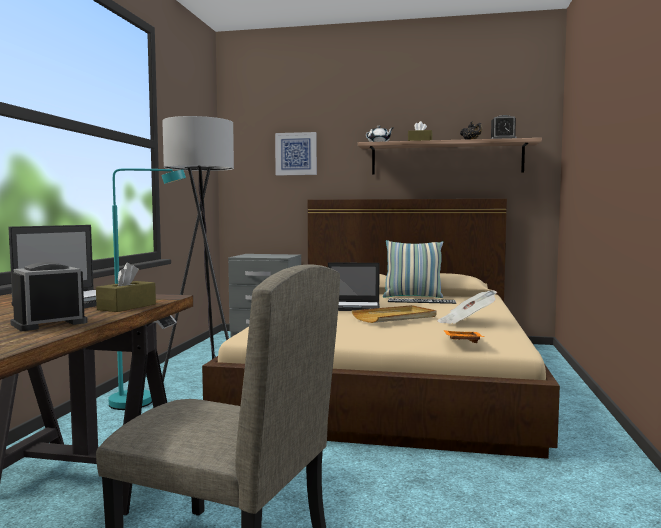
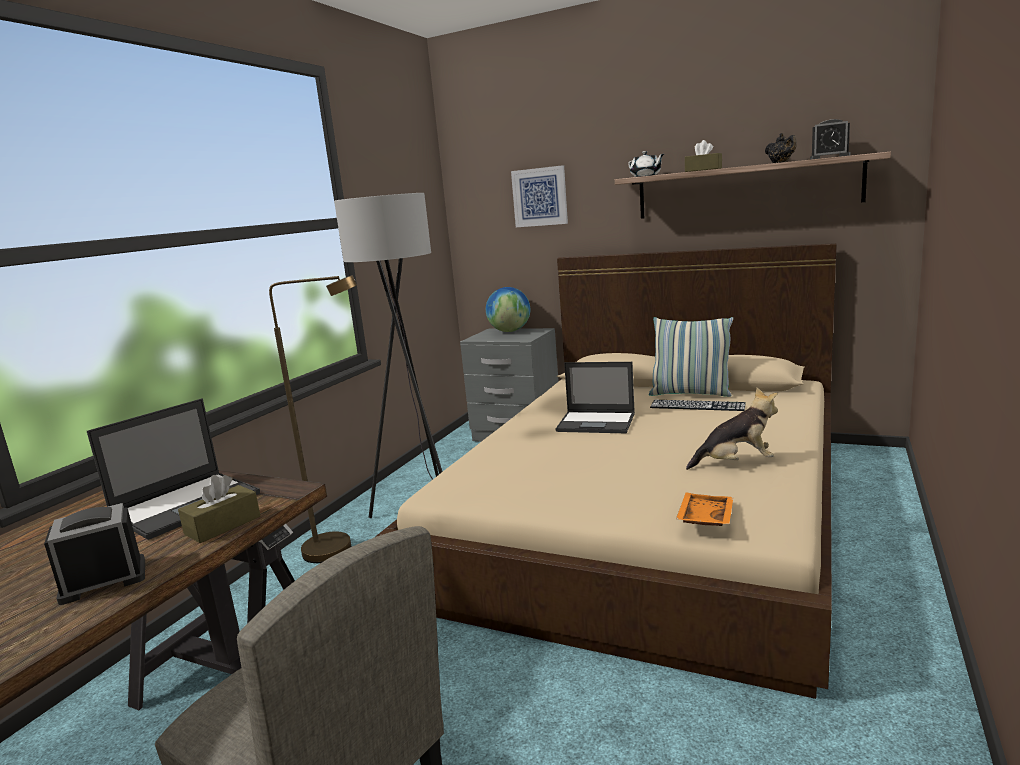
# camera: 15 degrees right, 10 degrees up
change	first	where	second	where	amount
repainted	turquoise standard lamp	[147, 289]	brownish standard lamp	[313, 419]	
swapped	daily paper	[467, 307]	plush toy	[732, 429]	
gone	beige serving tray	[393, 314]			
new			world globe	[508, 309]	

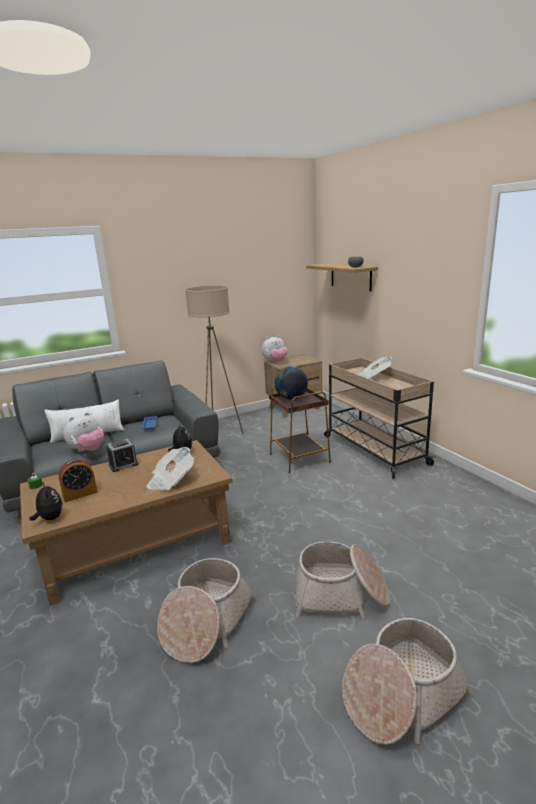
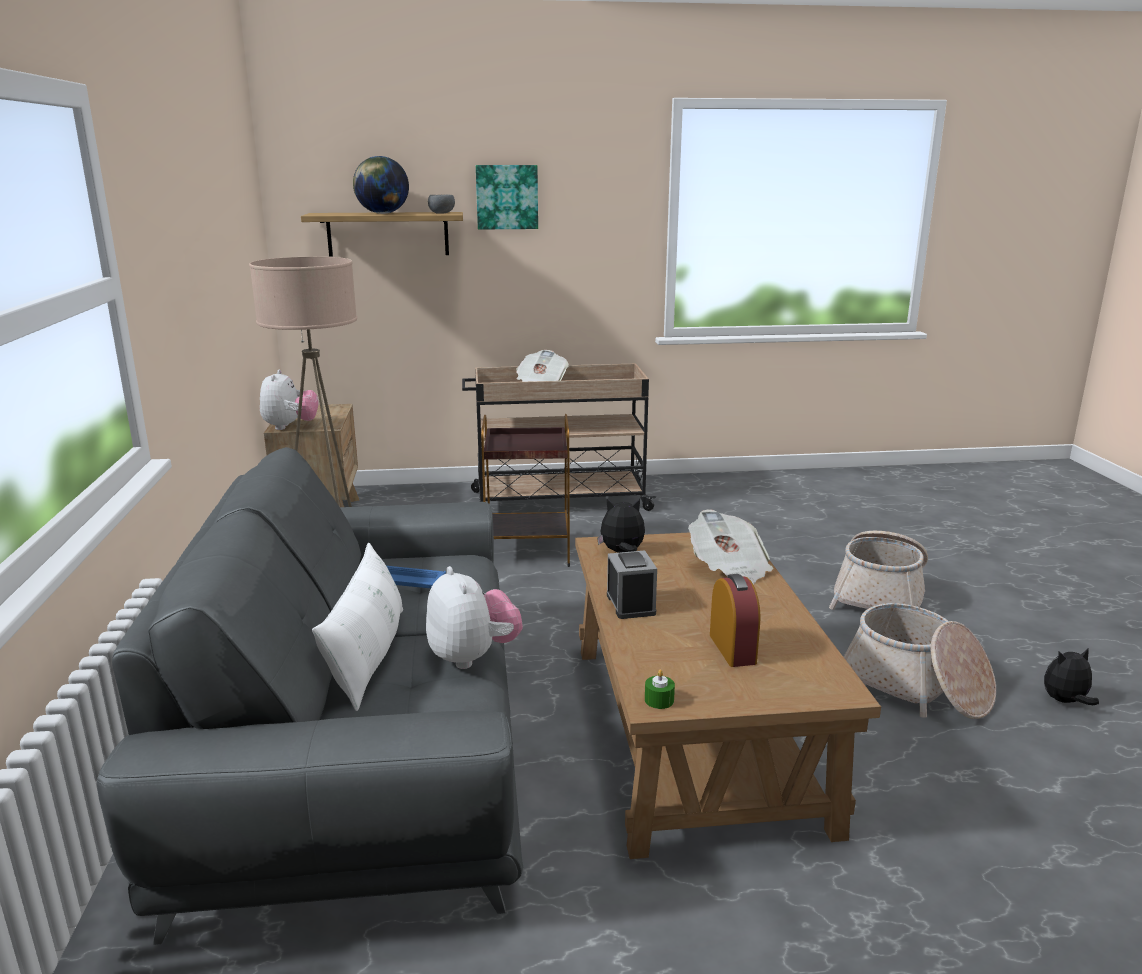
# camera: 70 degrees left, 0 degrees up
change	first	where	second	where	amount
shifted	world globe	[291, 382]		[381, 185]	
shifted	plush toy	[46, 501]		[1071, 676]	
gone	basket	[407, 681]			
new			wall art	[507, 197]	

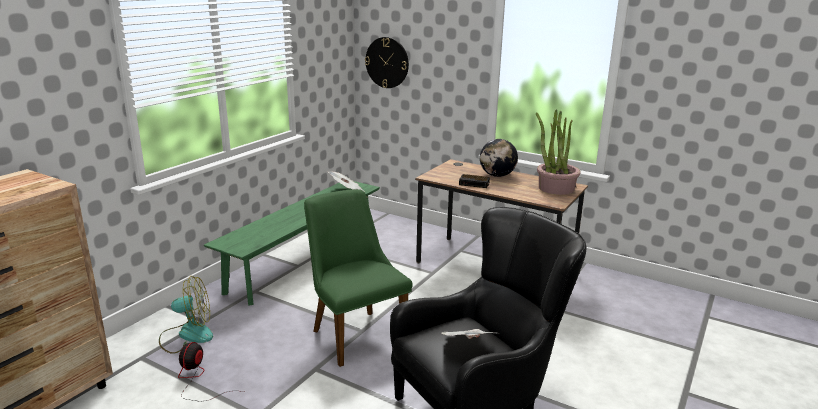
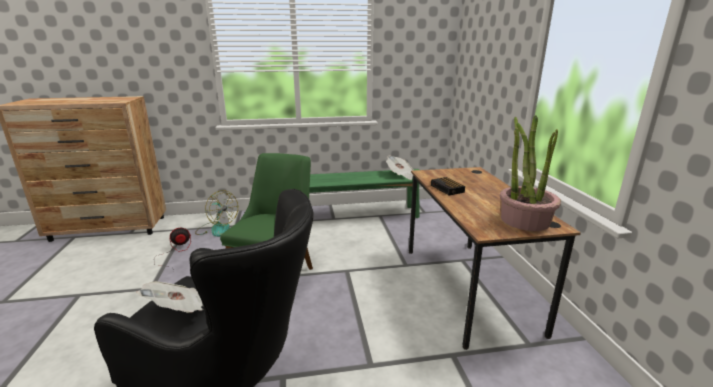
# camera: 50 degrees right, 0 degrees up
change	first	where	second	where	amount
gone	wall clock	[387, 62]			
gone	world globe	[499, 158]			

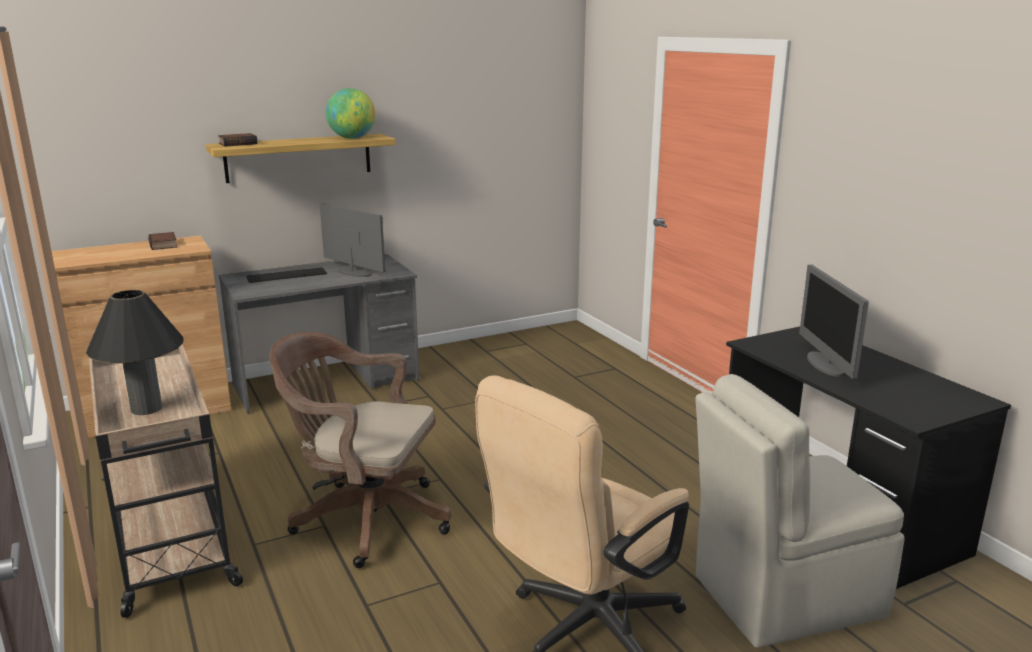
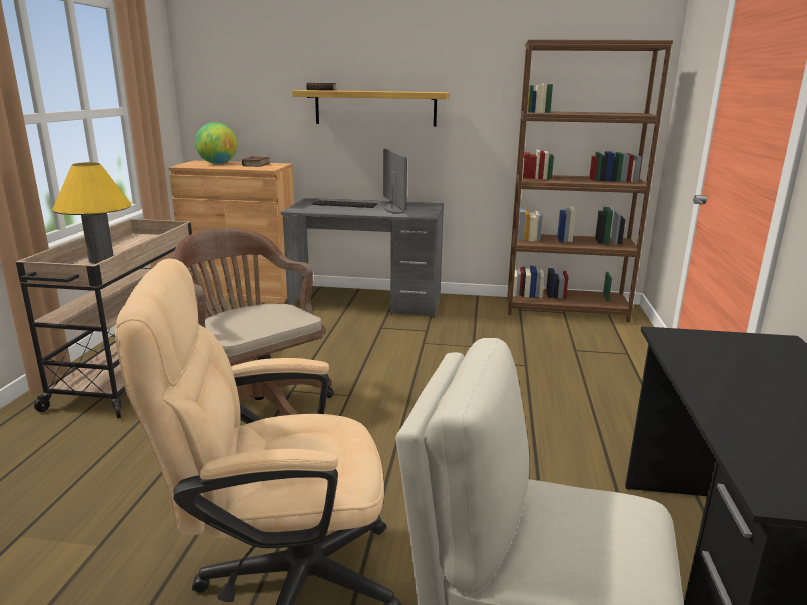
# camera: 35 degrees right, 0 degrees up
change	first	where	second	where	amount
shifted	world globe	[351, 113]		[216, 143]	
gone	computer display	[834, 322]			
repainted	black-coloured lamp for a table	[135, 352]	yellowish lamp for a table	[91, 213]	
new			brownish bookshelf	[590, 180]	

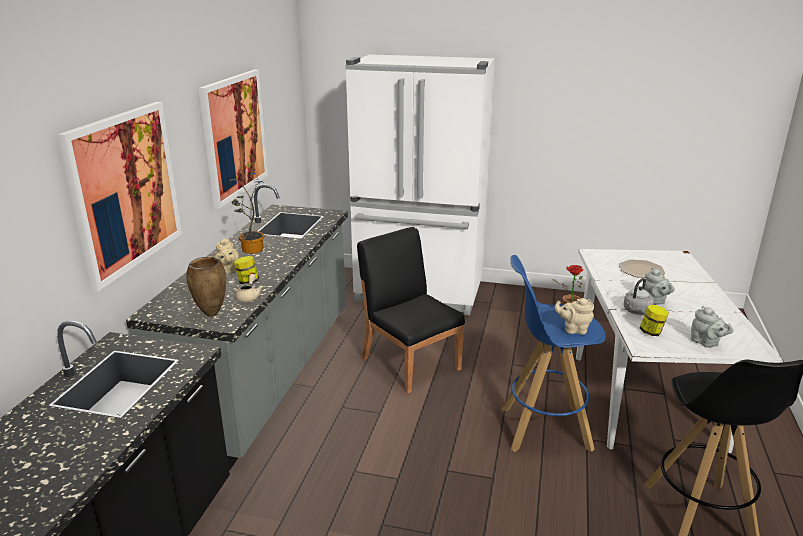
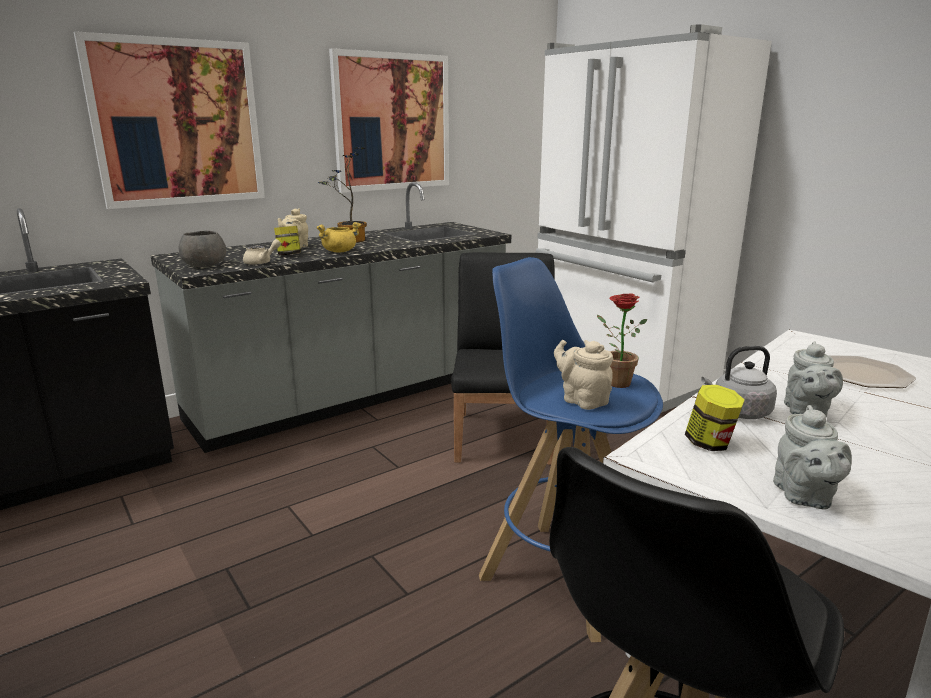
# camera: 40 degrees right, 5 degrees down
change	first	where	second	where	amount
swapped	brownish vase	[206, 287]	greyish serving bowl	[202, 249]	
new			yellowish stockpot	[338, 237]	

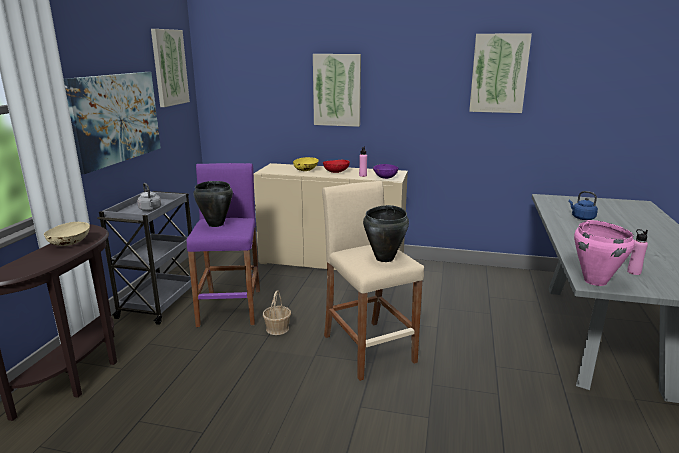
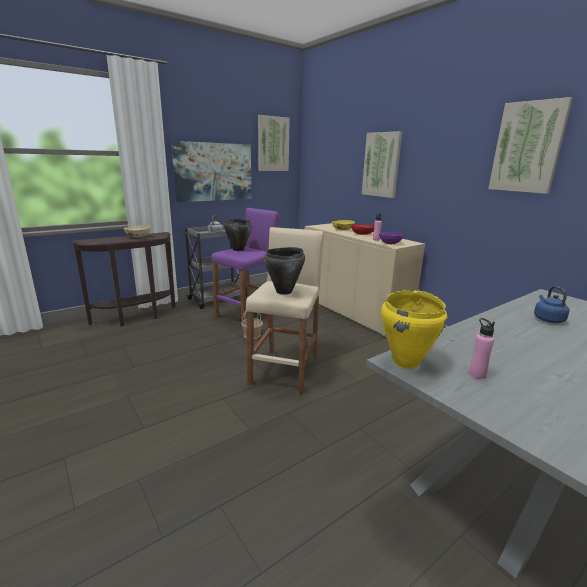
# camera: 40 degrees right, 0 degrees up
change	first	where	second	where	amount
repainted	pinkish stockpot	[604, 253]	yellowish stockpot	[414, 329]	

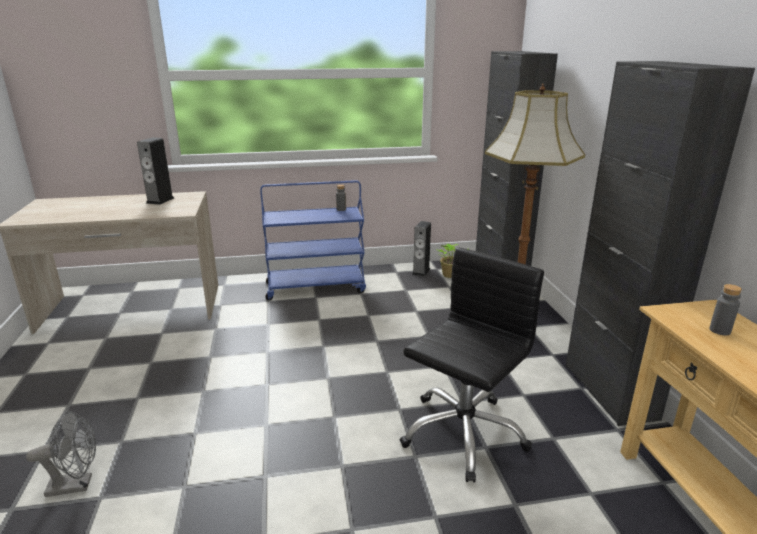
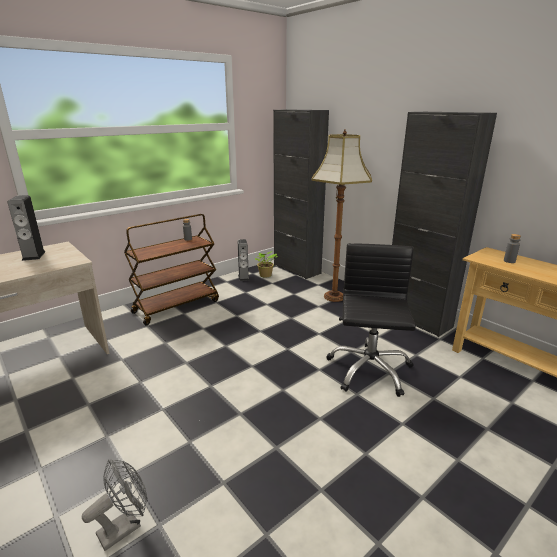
# camera: 30 degrees left, 0 degrees up
change	first	where	second	where	amount
repainted	bluish cart	[313, 240]	brownish cart	[171, 270]	

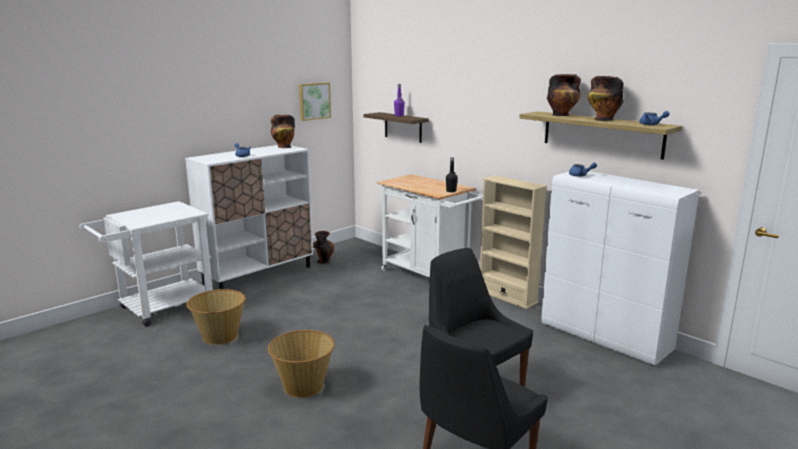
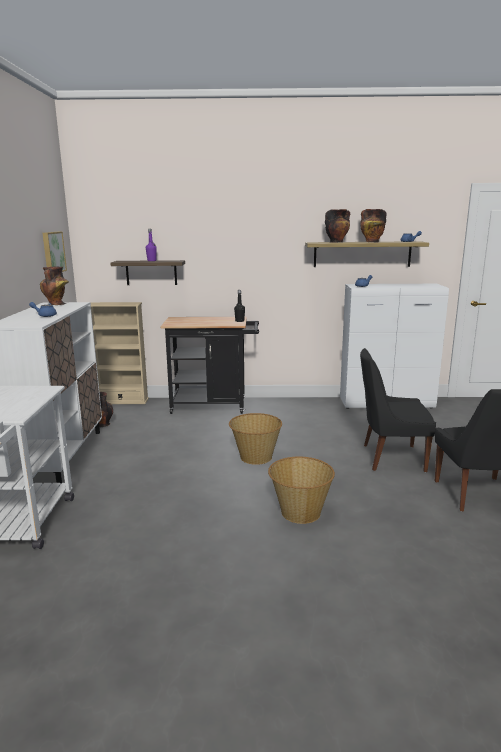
# camera: 45 degrees left, 0 degrees up
change	first	where	second	where	amount
repainted	white-coloured cart	[430, 226]	black-coloured cart	[209, 365]	
shifted	beige bookshelf	[513, 242]		[120, 353]	
shifted	basket	[215, 317]		[255, 439]	

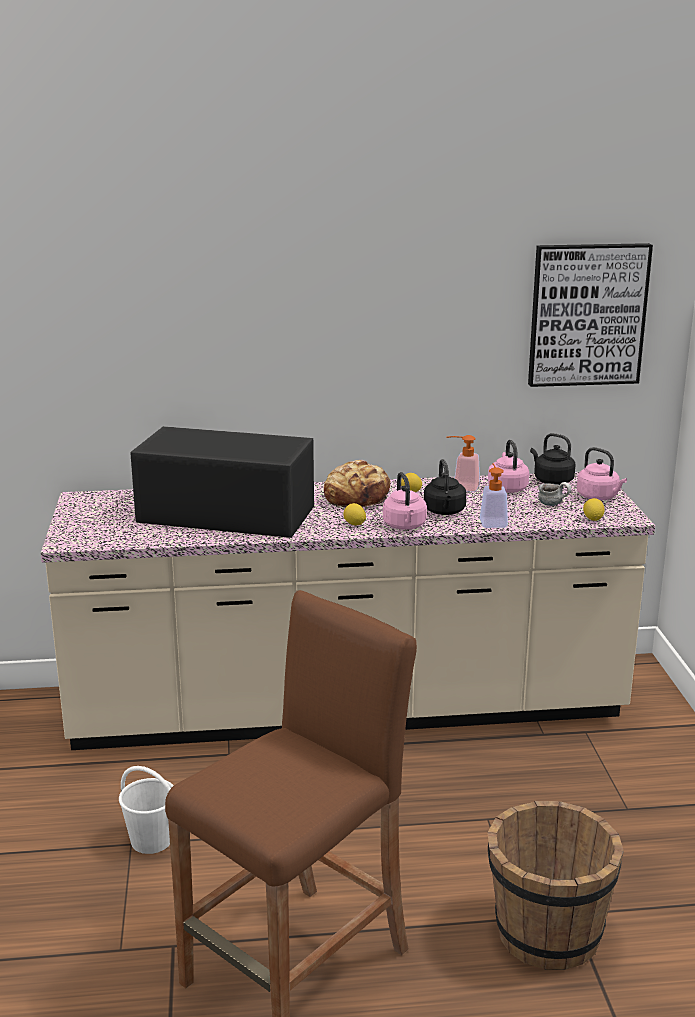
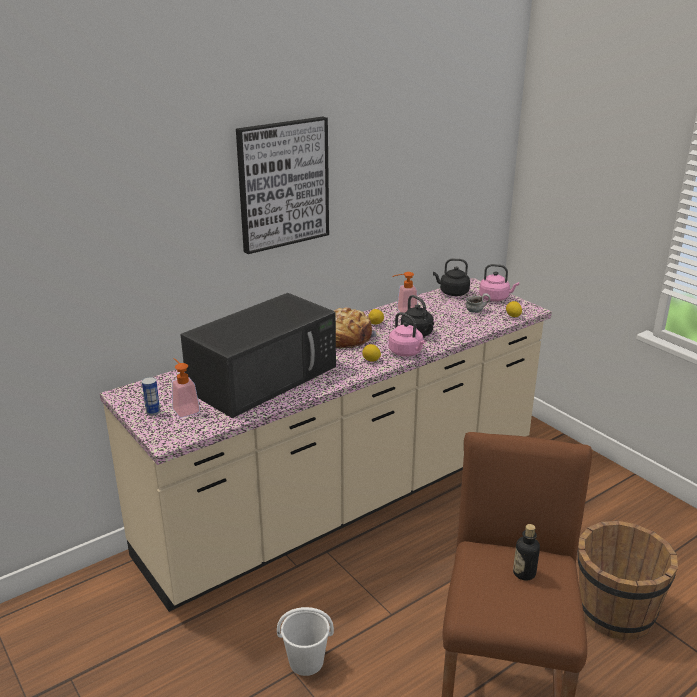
# camera: 30 degrees left, 5 degrees up
change	first	where	second	where	amount
shifted	wall art	[590, 315]		[282, 185]	
rotated	black-coloured microwave oven	[222, 482]		[258, 355]	150 degrees clockwise
gone	pinkish tea kettle	[508, 466]			
shifted	liquid soap bottle	[494, 495]		[186, 388]	
new			metal can	[151, 396]	
new			beverage bottle	[526, 552]	

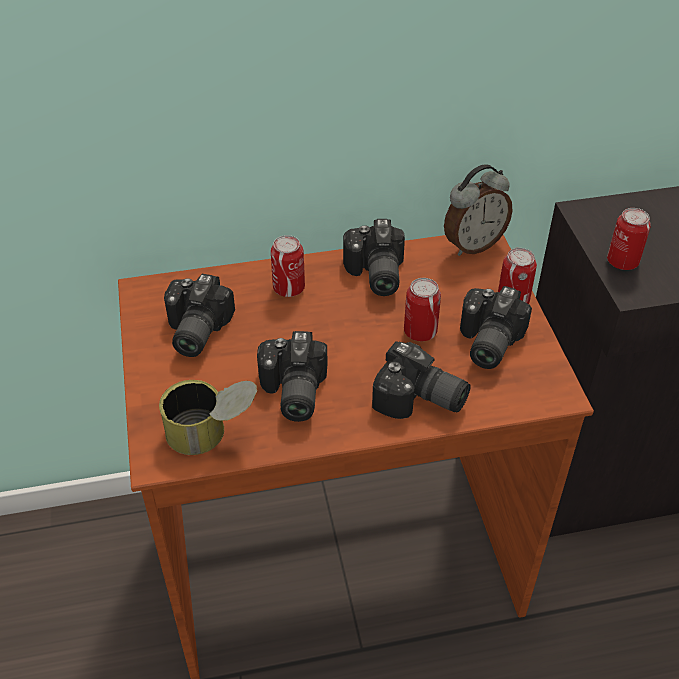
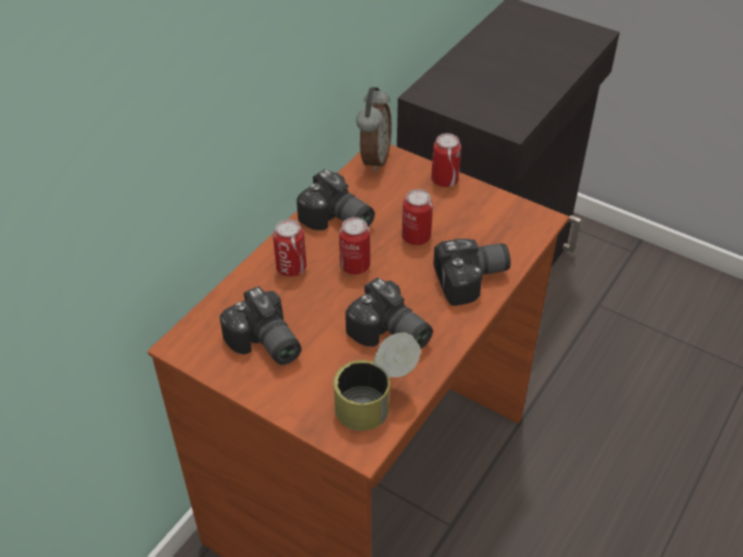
# camera: 45 degrees left, 0 degrees up
change	first	where	second	where	amount
shifted	metal can	[629, 239]		[354, 246]	
gone	photo camera	[496, 327]			

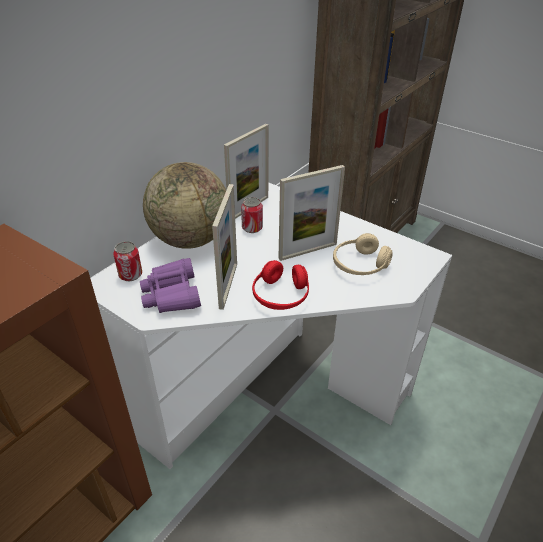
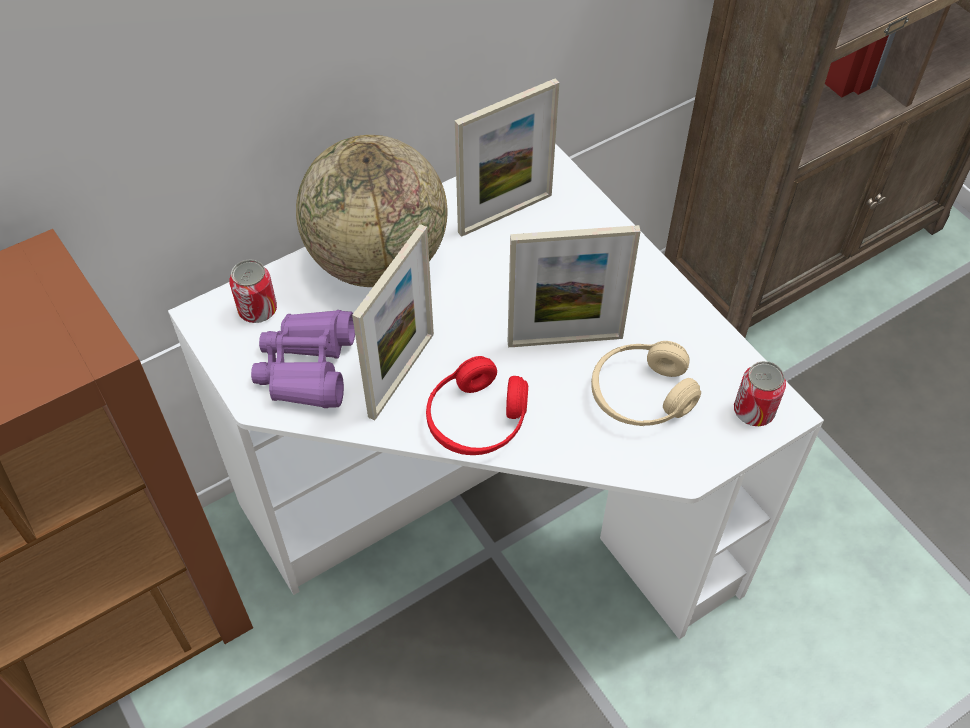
# camera: 20 degrees right, 15 degrees up
change	first	where	second	where	amount
shifted	metal can	[252, 215]		[760, 393]	

